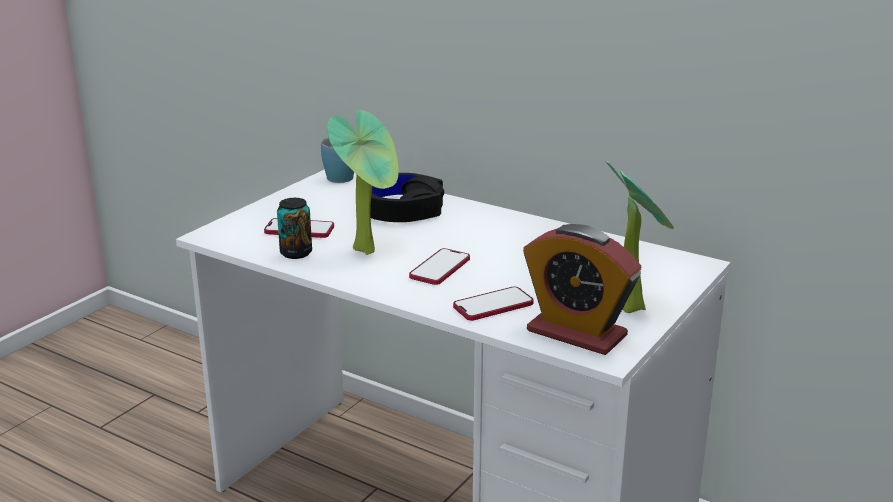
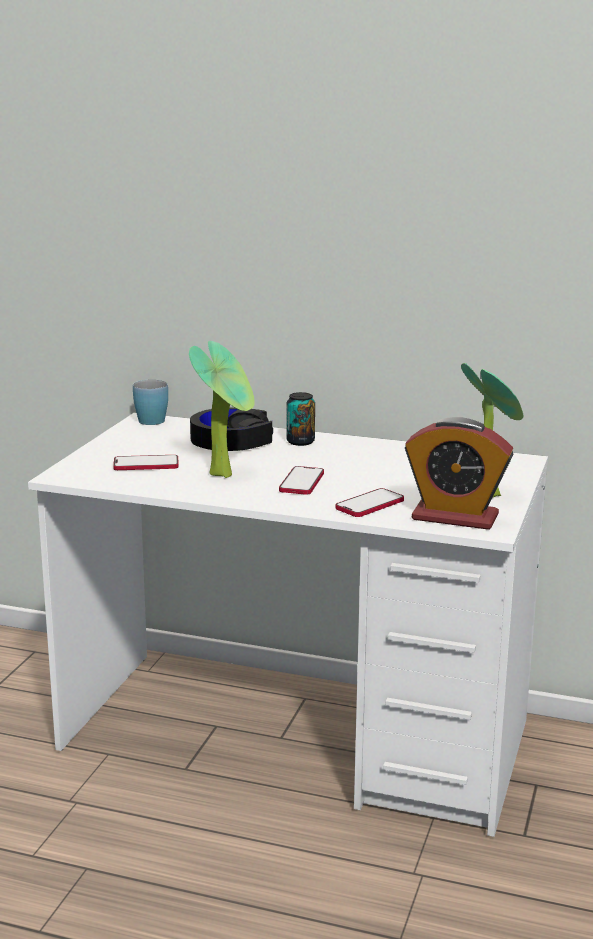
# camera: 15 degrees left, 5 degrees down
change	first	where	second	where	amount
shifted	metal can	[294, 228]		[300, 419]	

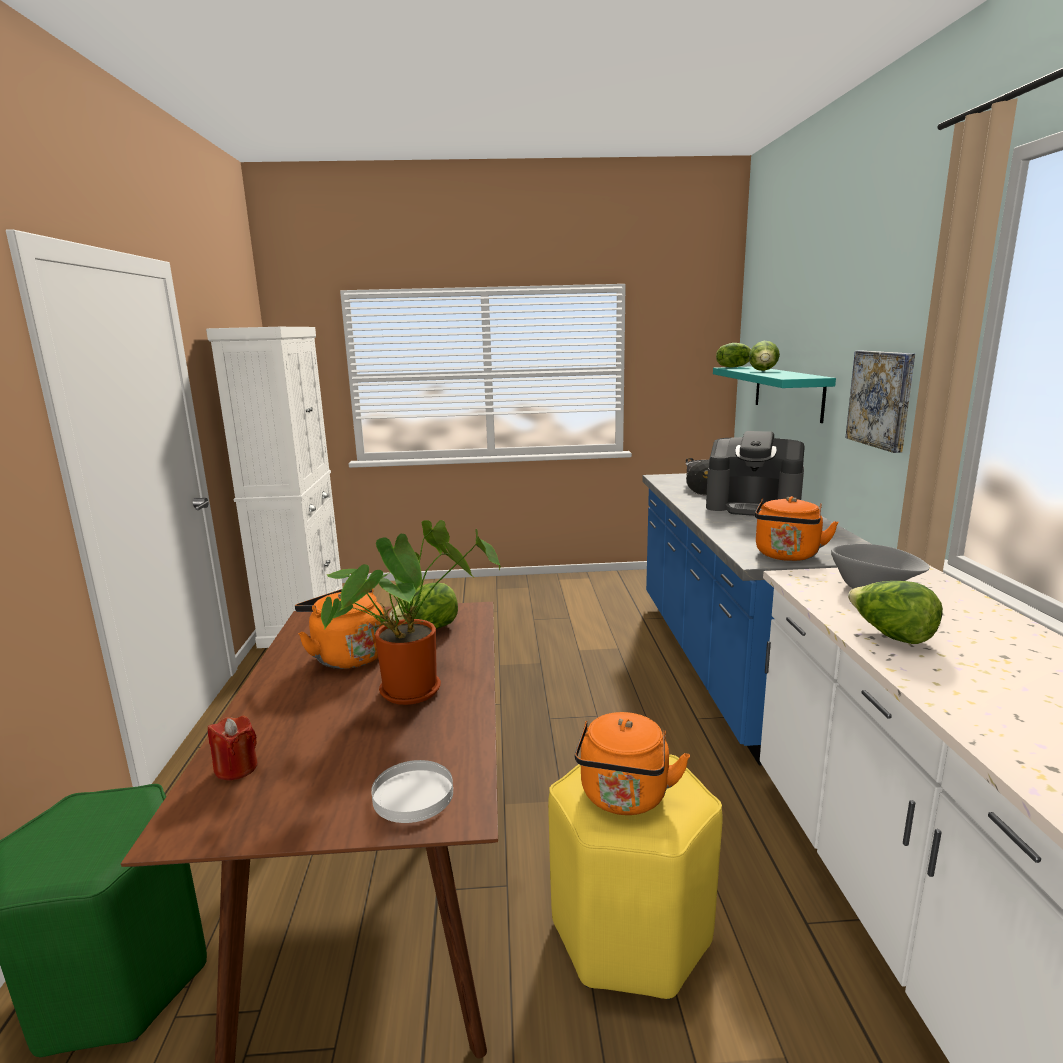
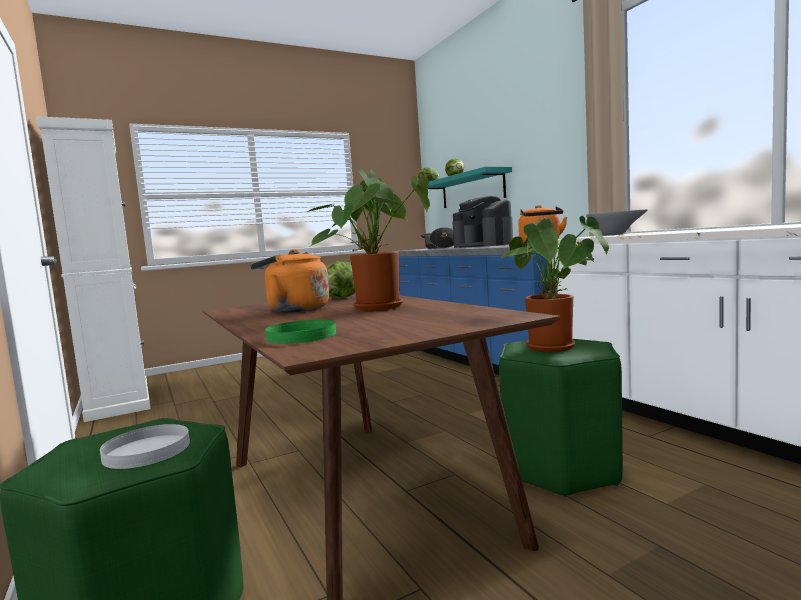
# camera: 25 degrees left, 10 degrees down
change	first	where	second	where	amount
gone	wall art	[880, 401]			
rotated	coffee machine	[755, 473]		[482, 222]	60 degrees clockwise
gone	head of lettuce	[895, 612]			
swapped	orange-coloured tea kettle	[632, 763]	potted plant	[553, 284]	
swapped	reddish wax light	[233, 747]	greenish plate	[300, 332]	
repainted	yellowish sitting stool	[635, 877]	greenish sitting stool	[561, 418]	
shifted	white-coloured plate	[412, 791]		[145, 446]	

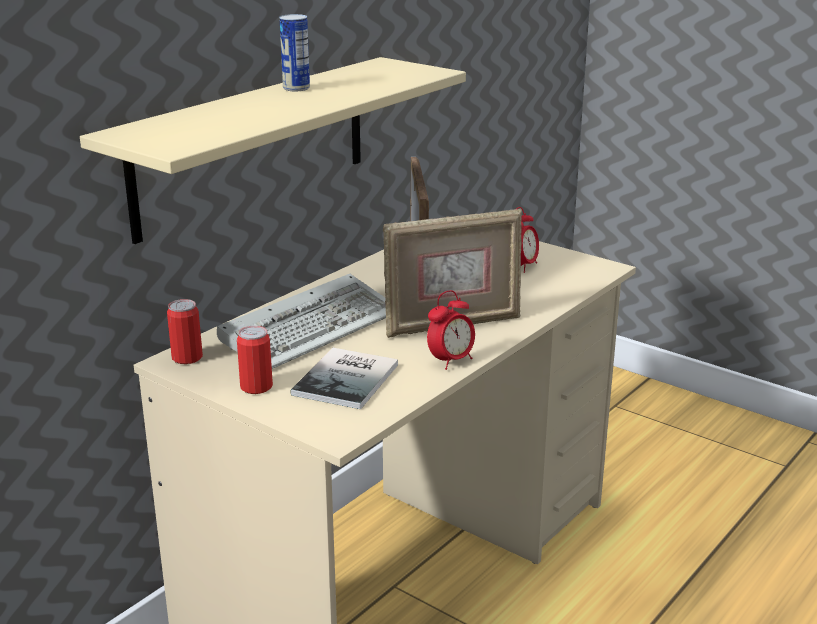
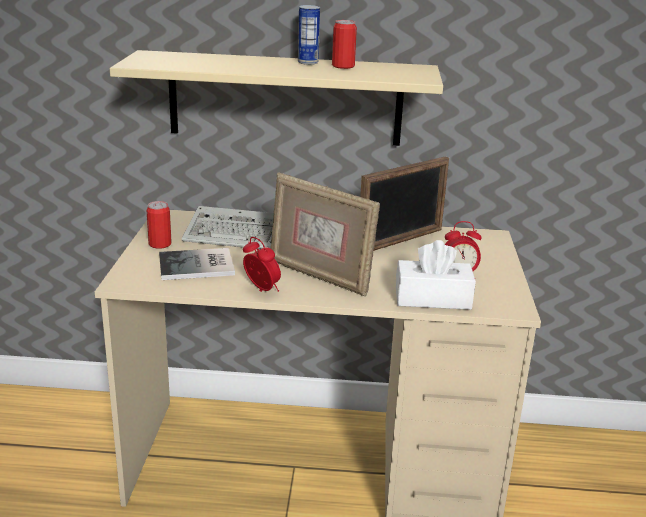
# camera: 55 degrees right, 0 degrees up
change	first	where	second	where	amount
rotated	alarm clock	[451, 330]		[262, 264]	150 degrees counterclockwise
shifted	metal can	[185, 331]		[344, 44]	
new			white-coloured tissue holder	[436, 275]	

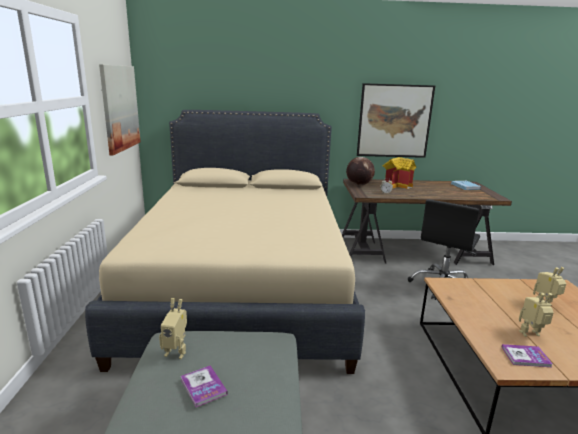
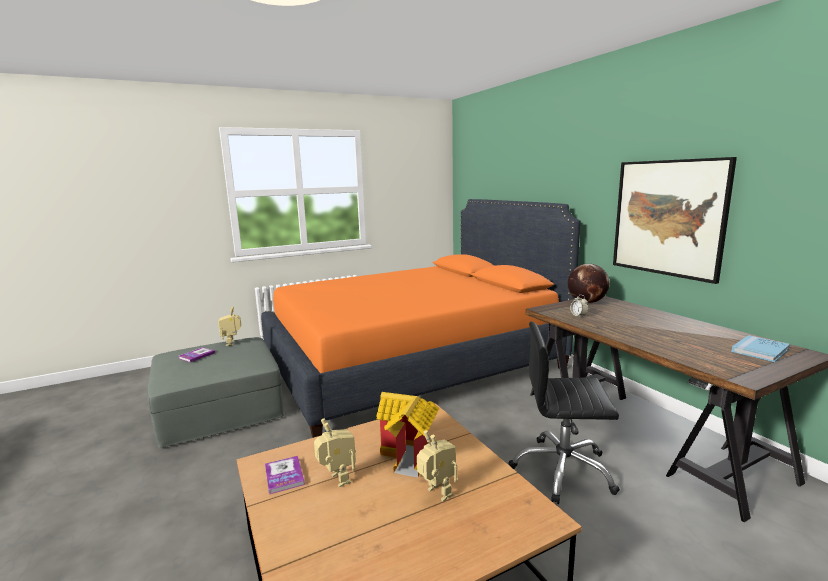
# camera: 65 degrees right, 5 degrees down
change	first	where	second	where	amount
gone	wall art	[120, 110]			
repainted	beige sleeping bed	[225, 242]	orange-coloured sleeping bed	[421, 318]	
shifted	toy house	[399, 173]		[408, 434]	

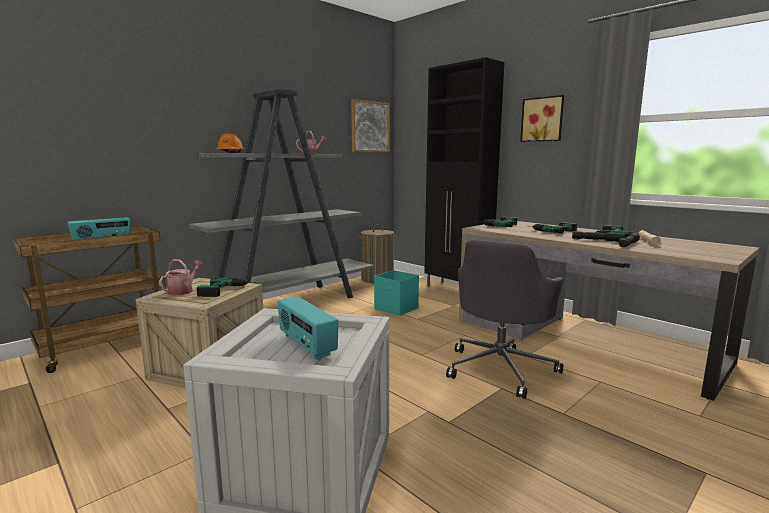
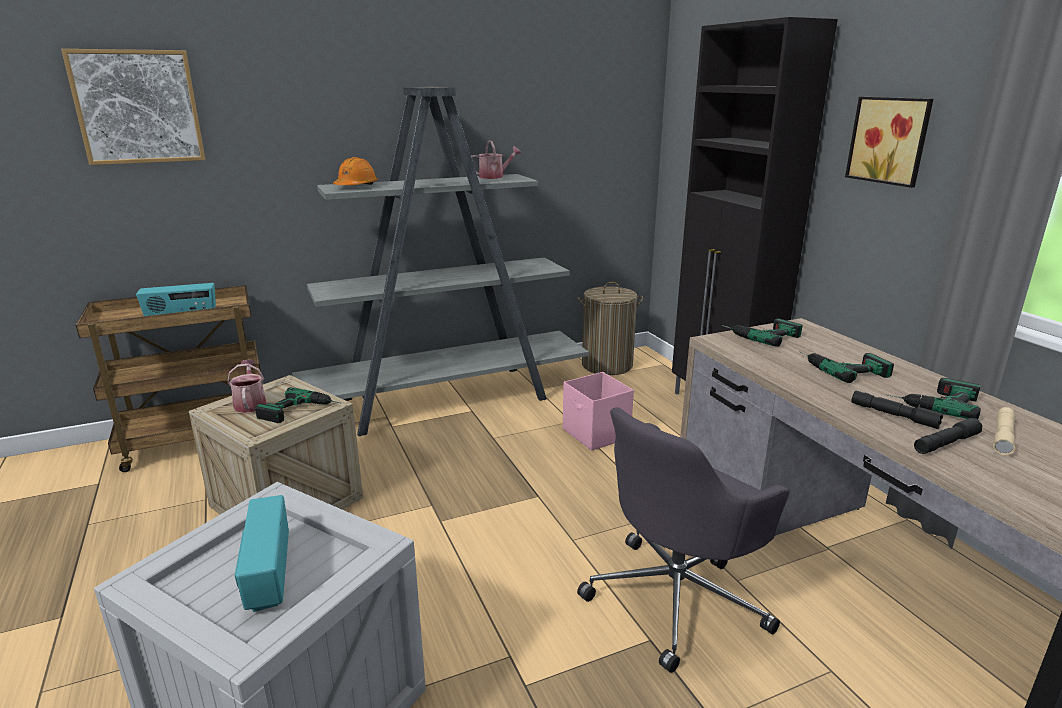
# camera: 20 degrees right, 10 degrees up
change	first	where	second	where	amount
shifted	wall art	[370, 125]		[133, 107]	
rotated	watering can	[181, 277]		[247, 386]	60 degrees counterclockwise
repainted	turquoise storage bin	[396, 293]	pinkish storage bin	[598, 411]	

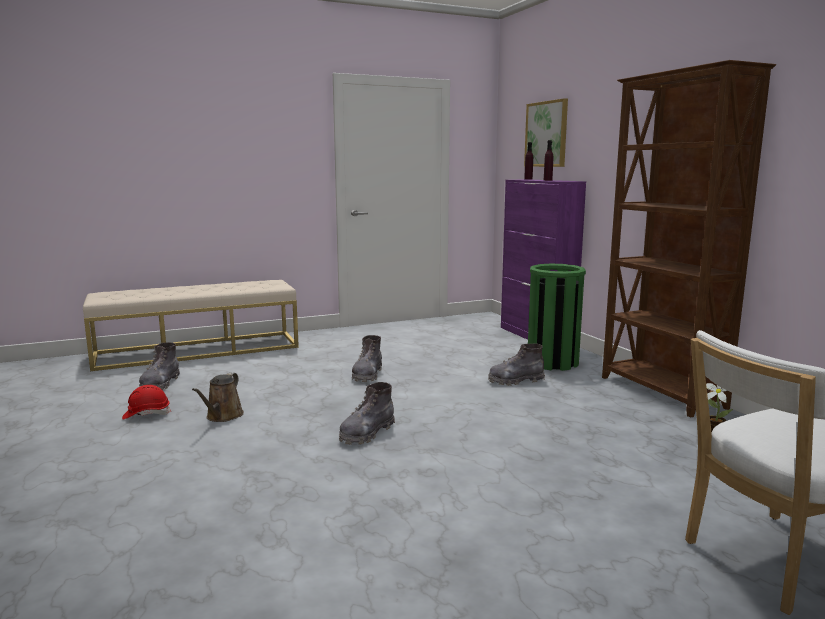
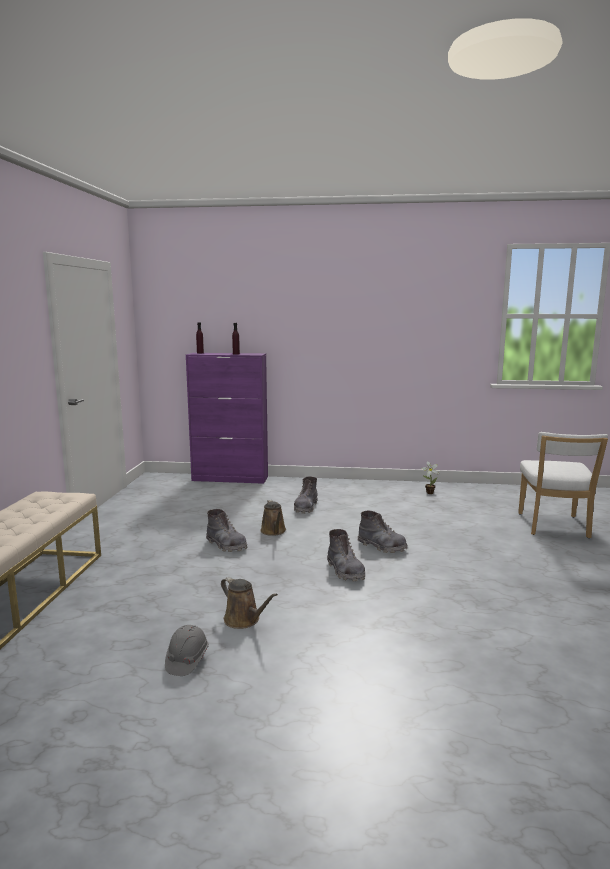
# camera: 60 degrees left, 0 degrees up
change	first	where	second	where	amount
gone	brownish bookshelf	[689, 239]			
gone	wall art	[546, 132]			
gone	greenish trash can	[557, 317]			
shifted	greyish boot	[159, 366]		[382, 532]	
repainted	reddish hard hat	[146, 402]	greyish hard hat	[187, 650]	
new			brownish watering can	[273, 518]	

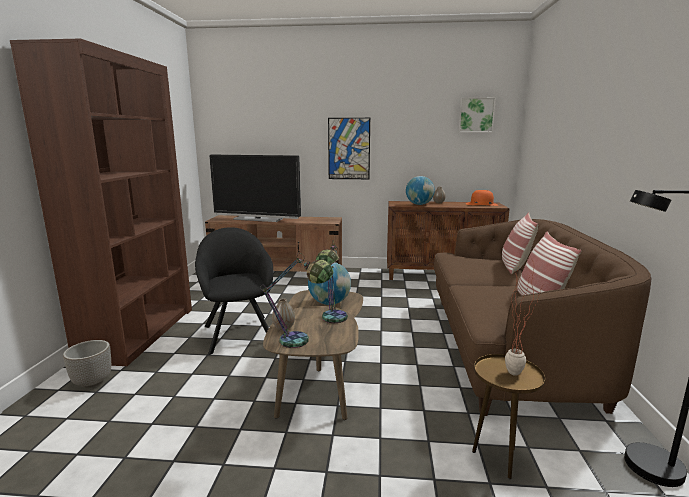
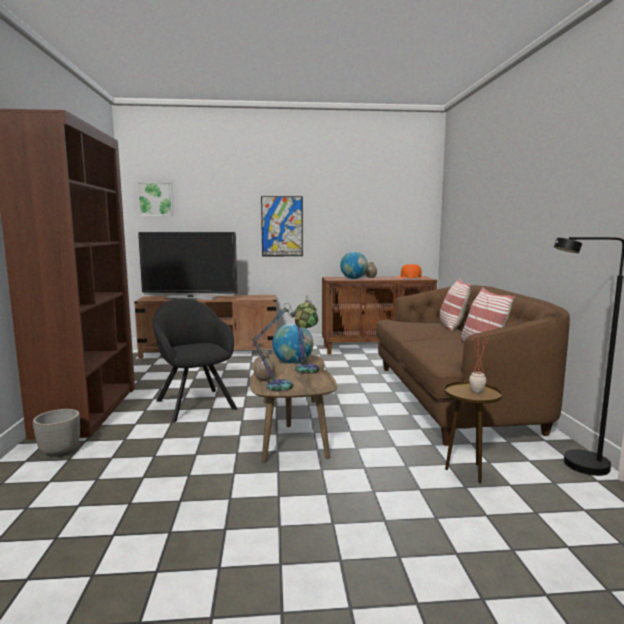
# camera: 10 degrees left, 5 degrees down
change	first	where	second	where	amount
shifted	wall art	[477, 115]		[155, 199]	

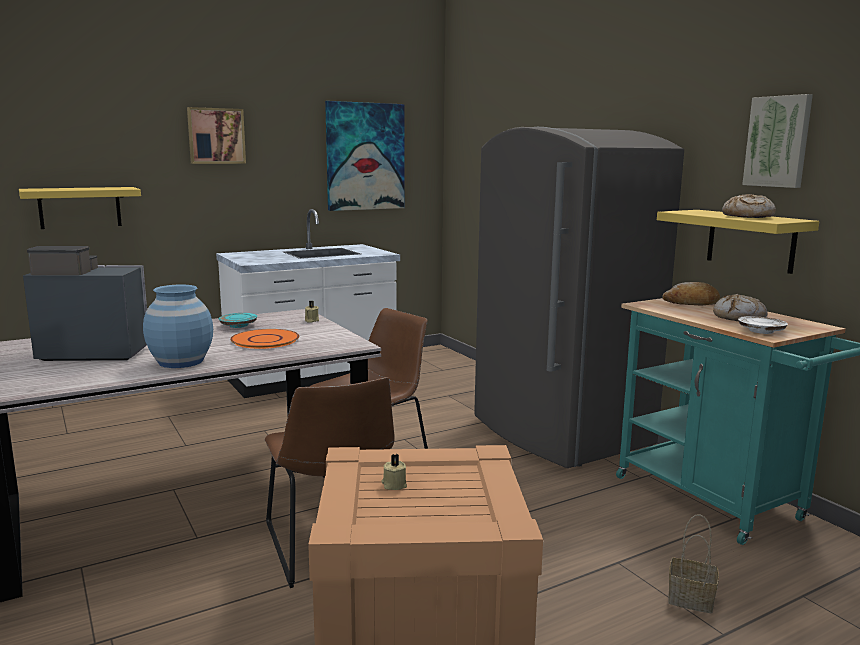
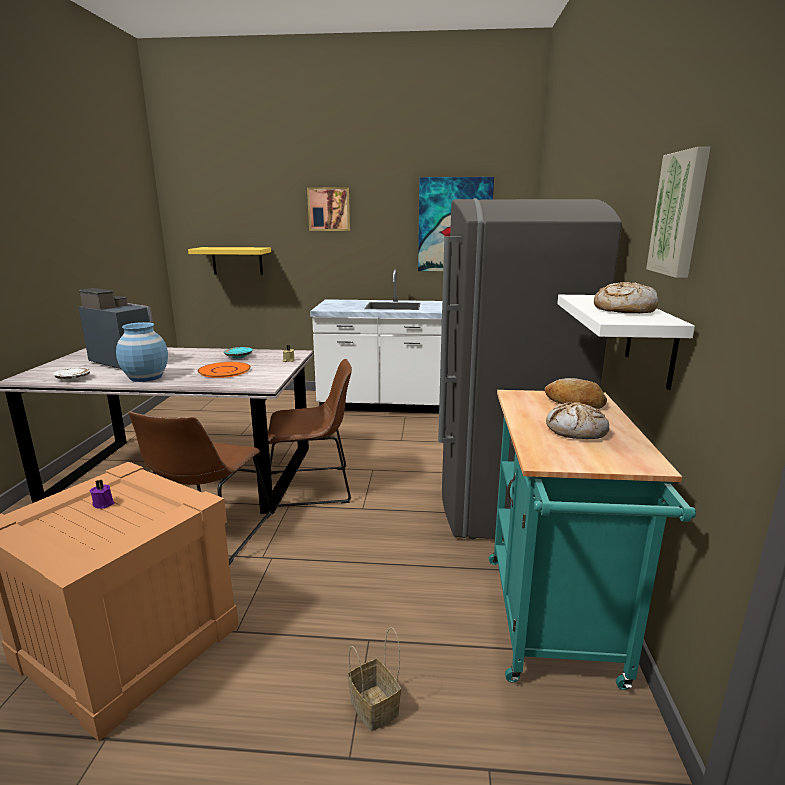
# camera: 35 degrees right, 5 degrees up
change	first	where	second	where	amount
repainted	yellowish bracket shelf	[738, 242]	white-coloured bracket shelf	[626, 342]	
shifted	white-coloured plate	[763, 325]		[71, 374]	
repainted	beige wax light	[394, 472]	purple-coloured wax light	[102, 494]	

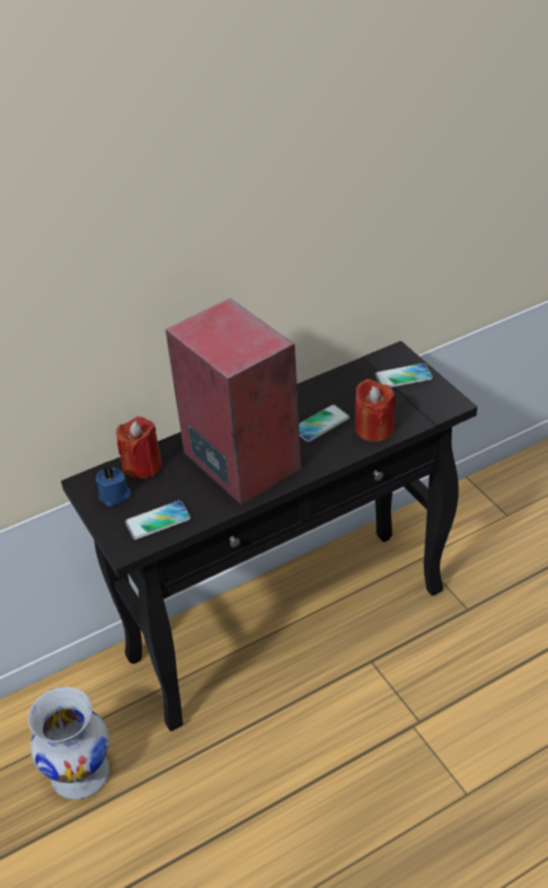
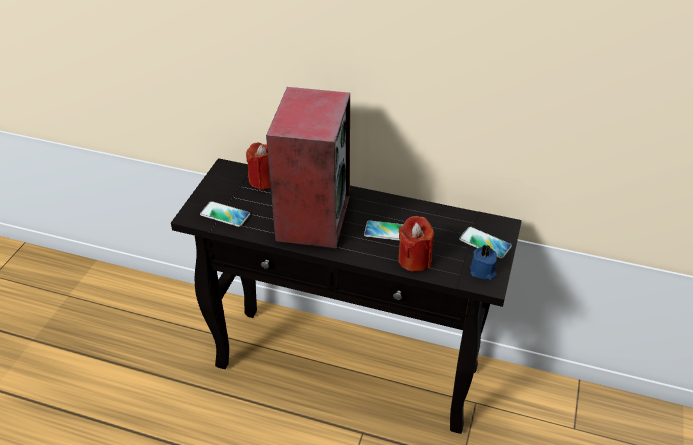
# camera: 45 degrees right, 0 degrees up
change	first	where	second	where	amount
shifted	bluish wax light	[113, 485]		[483, 262]	
gone	white-coloured vase	[68, 743]			

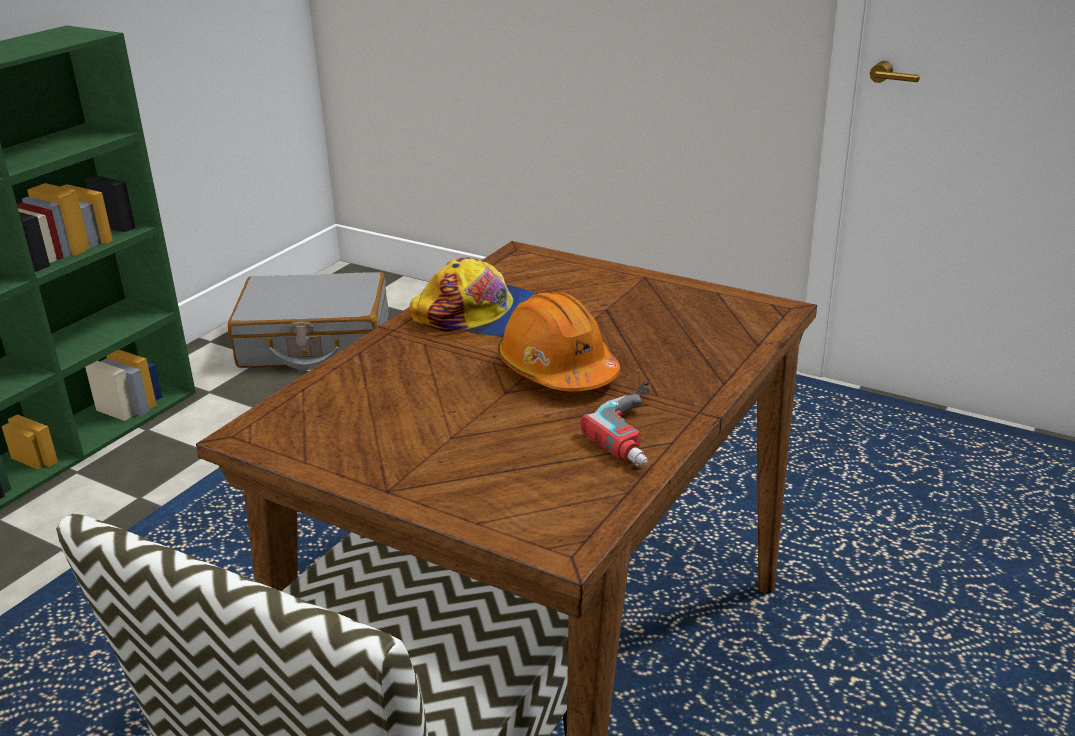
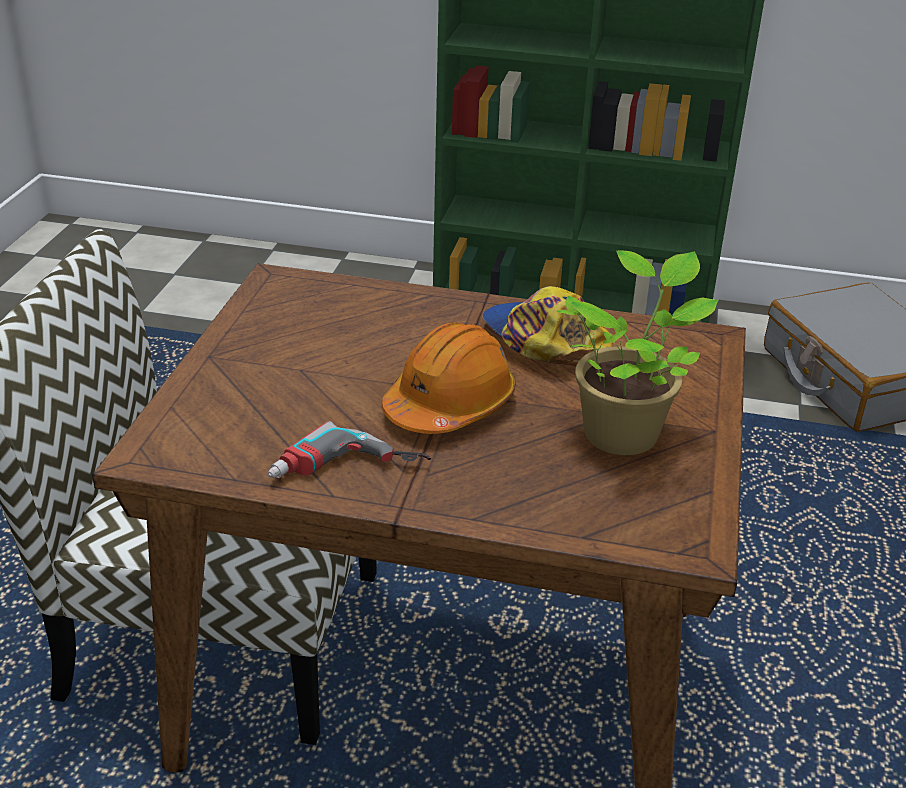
# camera: 70 degrees right, 5 degrees up
change	first	where	second	where	amount
rotated	cap	[473, 297]		[547, 326]	150 degrees clockwise
new			potted plant	[637, 352]	

